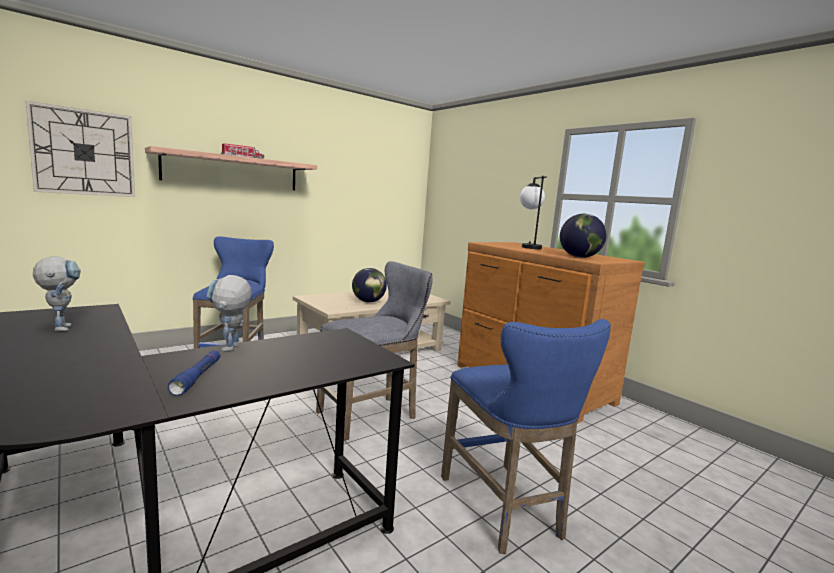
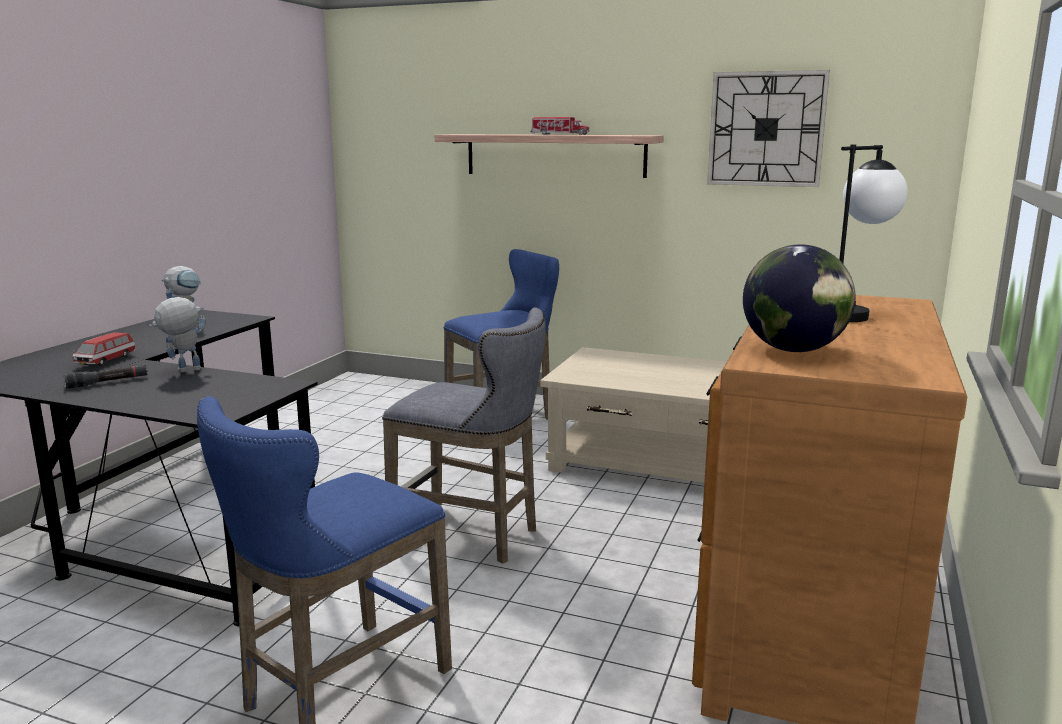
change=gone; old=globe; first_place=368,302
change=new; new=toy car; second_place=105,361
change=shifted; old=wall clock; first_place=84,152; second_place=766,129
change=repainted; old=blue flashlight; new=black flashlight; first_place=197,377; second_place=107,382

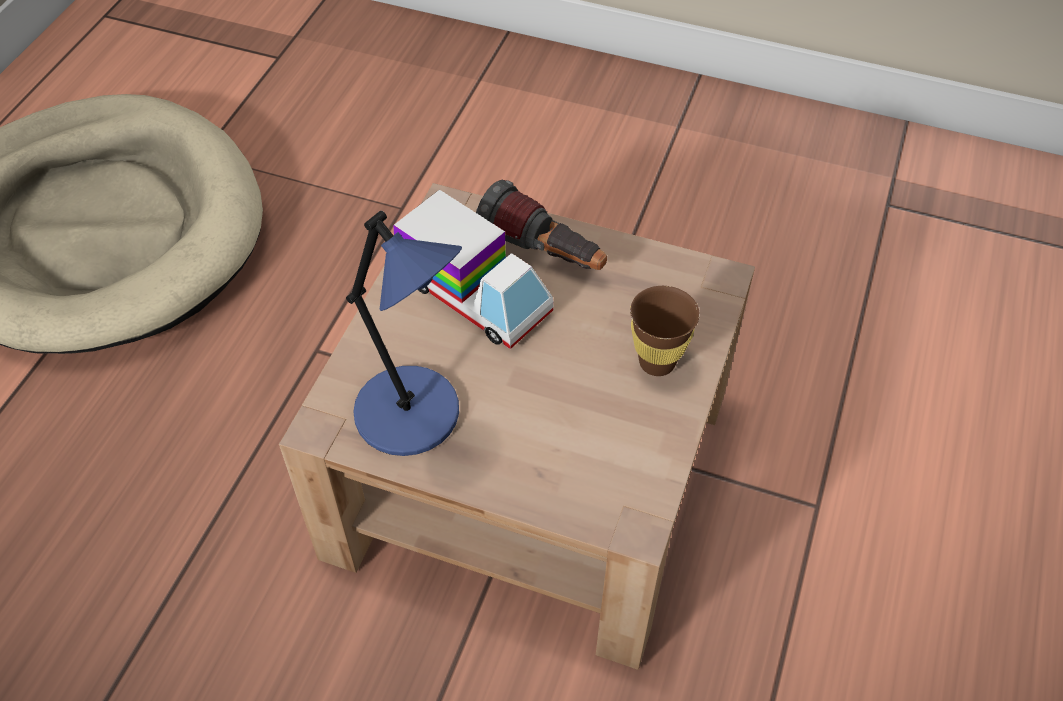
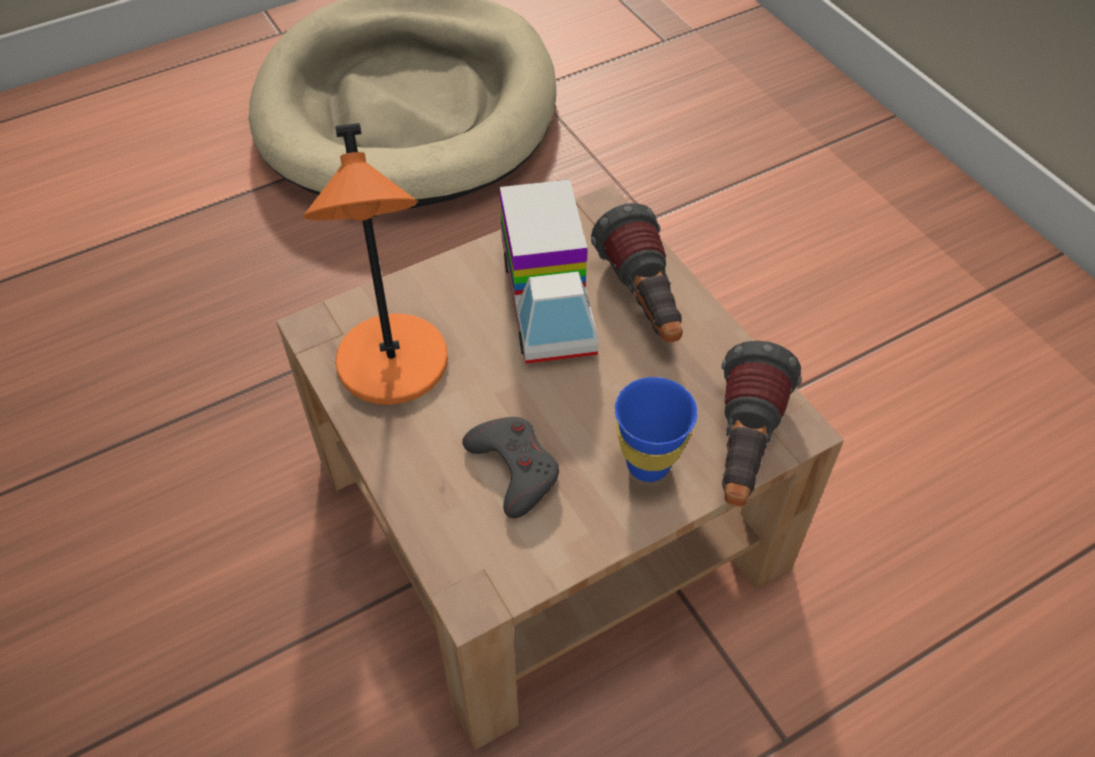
change=new; new=grey game controller; second_place=514,468
change=new; new=flashlight; second_place=743,449
change=repainted; old=blue table lamp; new=orange table lamp; first_place=412,415; second_place=393,366
change=repainted; old=brown cup; new=blue cup; first_place=657,362; second_place=648,465

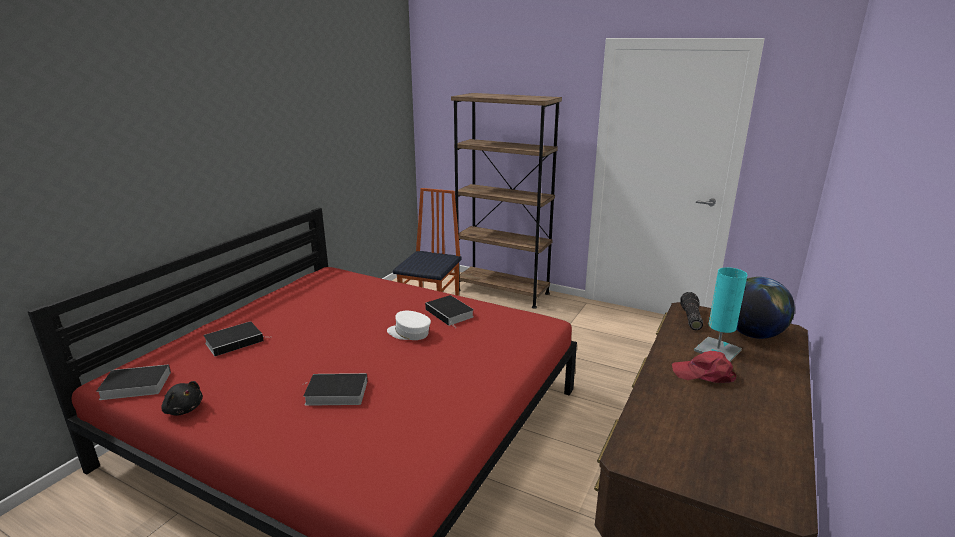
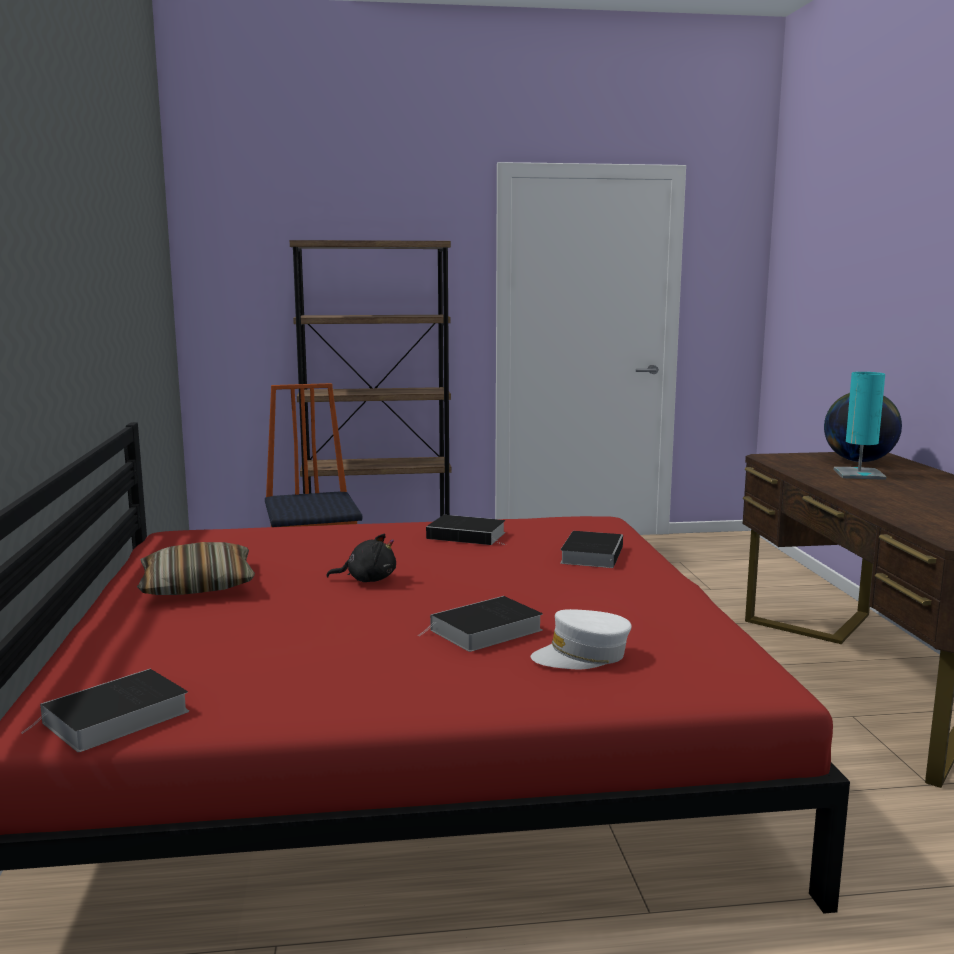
change=gone; old=red cap; first_place=704,374
change=gone; old=flashlight; first_place=690,318
change=new; new=pillow; second_place=197,585
change=shifted; old=black plush toy; first_place=183,409; second_place=367,580
change=shifted; old=book; first_place=236,341; second_place=592,554
change=shifted; old=white cap; first_place=409,333; second_place=582,656

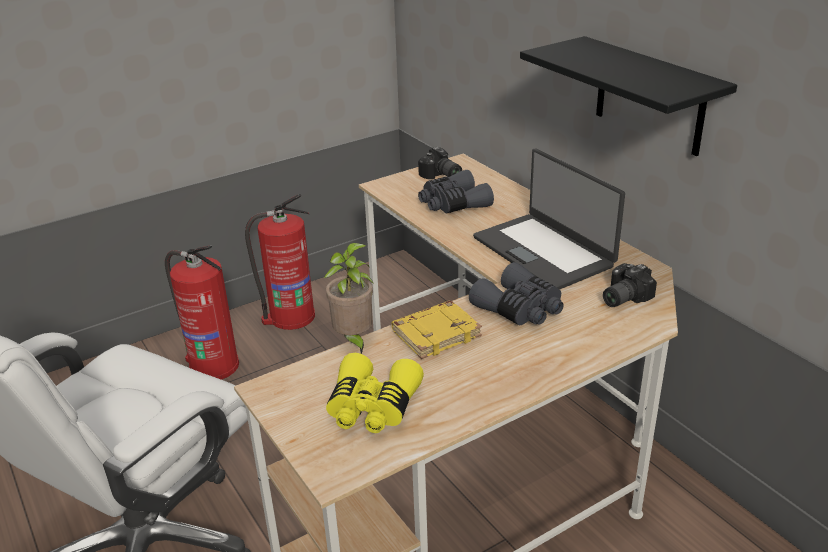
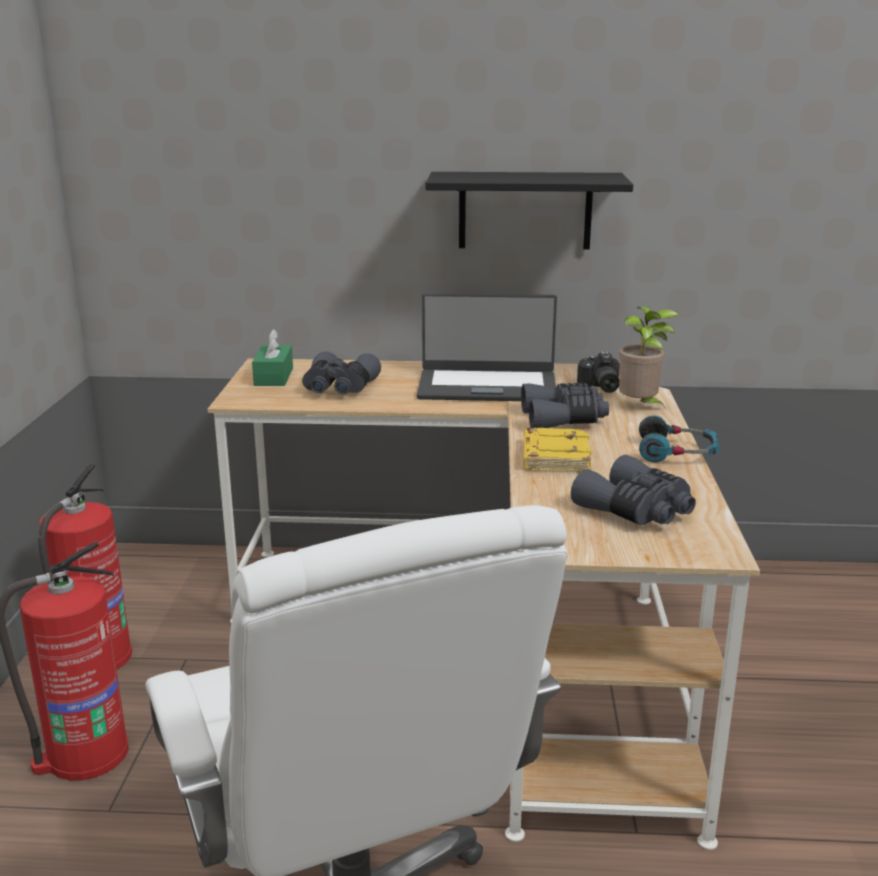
change=new; new=headphones; second_place=677,453
change=shifted; old=potted plant; first_place=353,340; second_place=640,407
change=swapped; old=photo camera; new=green tissue box; first_place=441,176; second_place=273,377
change=repainted; old=yellow binoculars; new=grey binoculars; first_place=372,407; second_place=637,510

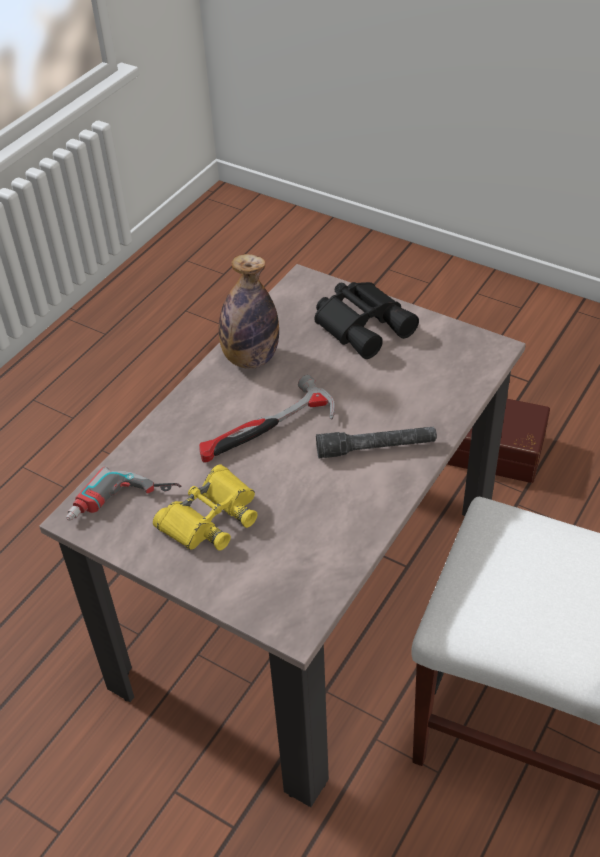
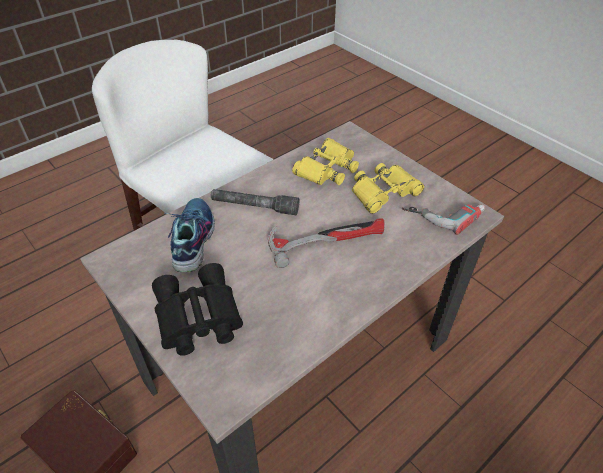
change=gone; old=bottle; first_place=250,359
change=new; new=shoe; second_place=192,239
change=new; new=yellow binoculars; second_place=327,168

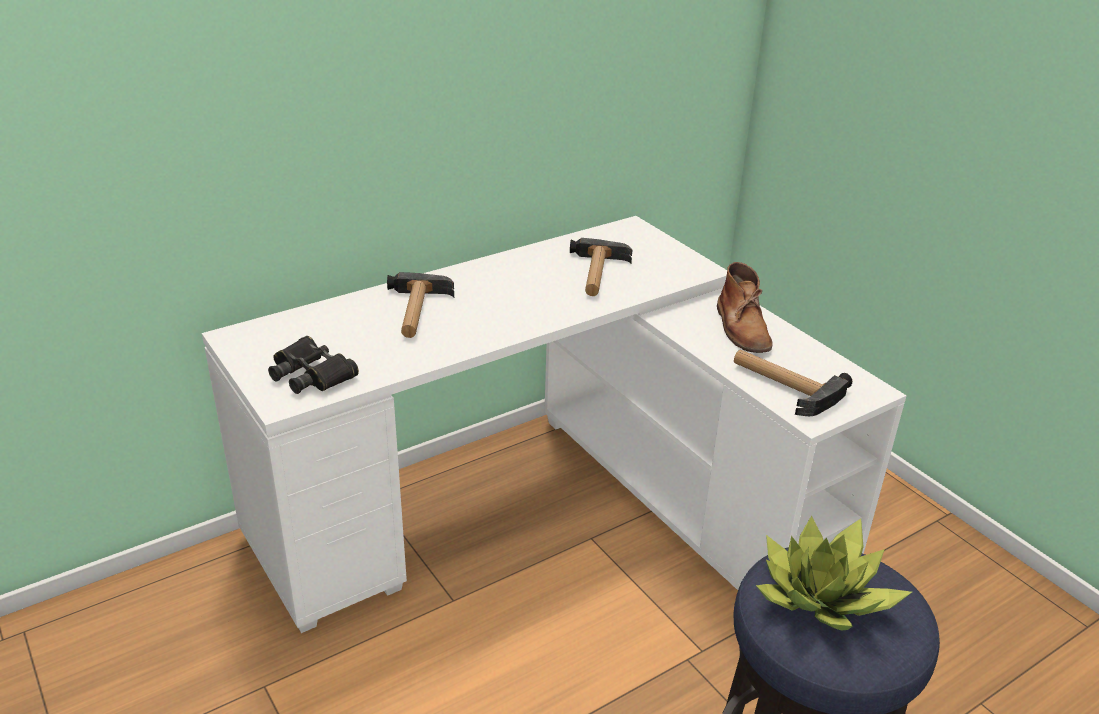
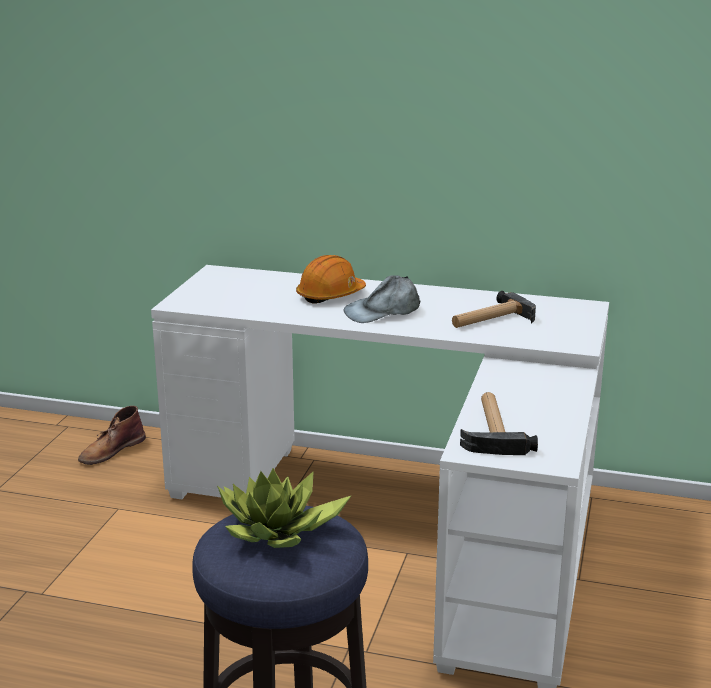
change=gone; old=black binoculars; first_place=311,374
change=new; new=grey cap; second_place=382,311
change=shifted; old=brown boot; first_place=742,328; second_place=111,450
change=swapped; old=hammer; new=orange hard hat; first_place=417,312; second_place=330,295

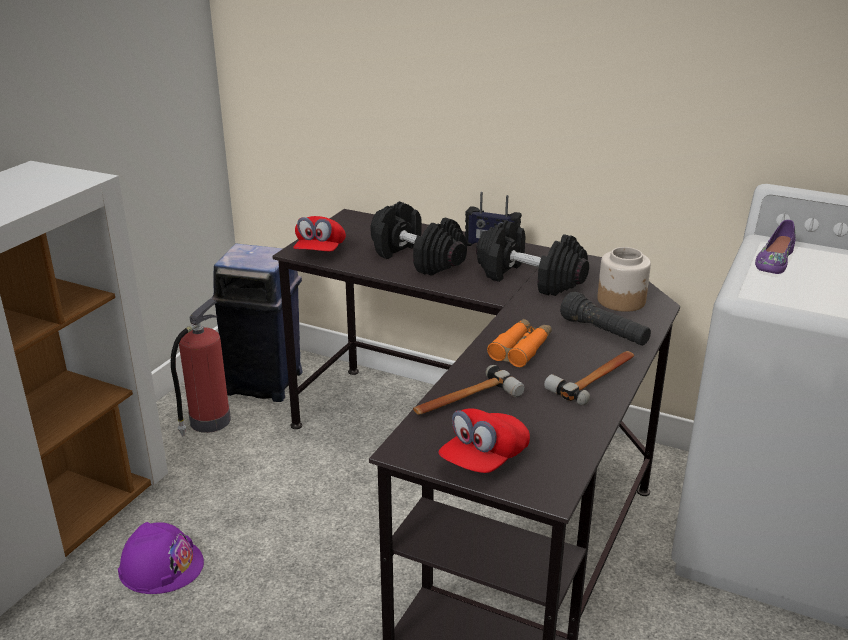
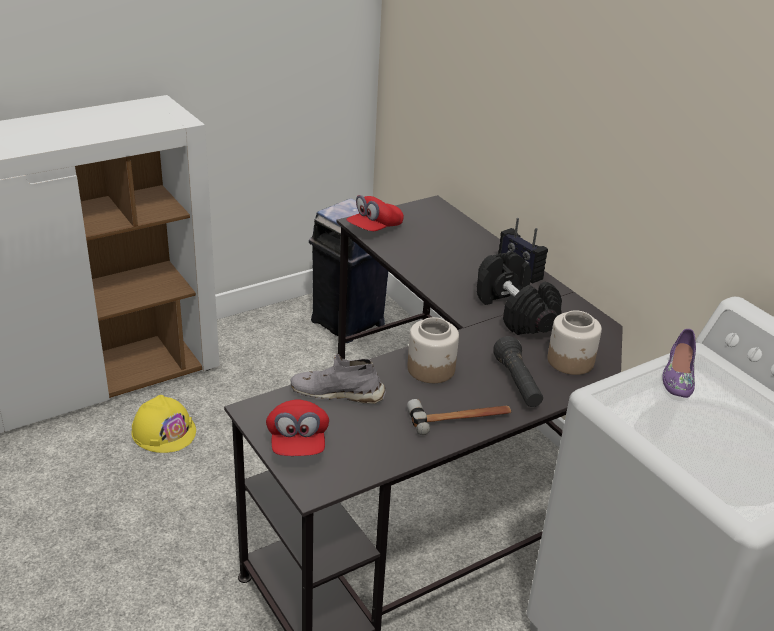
change=gone; old=fire extinguisher; first_place=208,422
change=gone; old=black dumbbell; first_place=417,259
change=swapped; old=hammer; new=grey shoe; first_place=465,401; second_place=337,393
change=swapped; old=orange binoculars; new=jar; first_place=521,349; second_place=431,369
change=repainted; old=purple hard hat; new=yellow hard hat; first_place=161,566; second_place=164,431
change=rotated; old=red cap; first_place=484,459; second_place=297,443; degrees=-75
change=rotated; old=purple shoe; first_place=773,261; second_place=678,375; degrees=-45

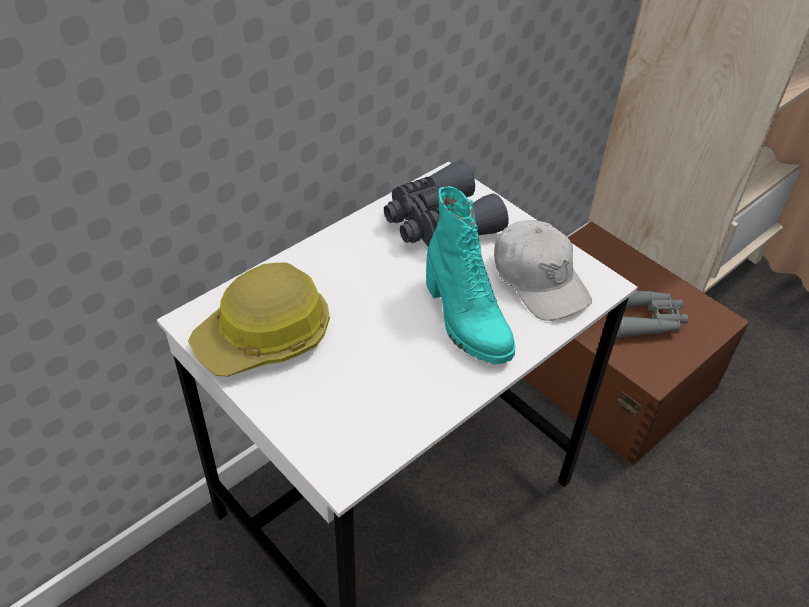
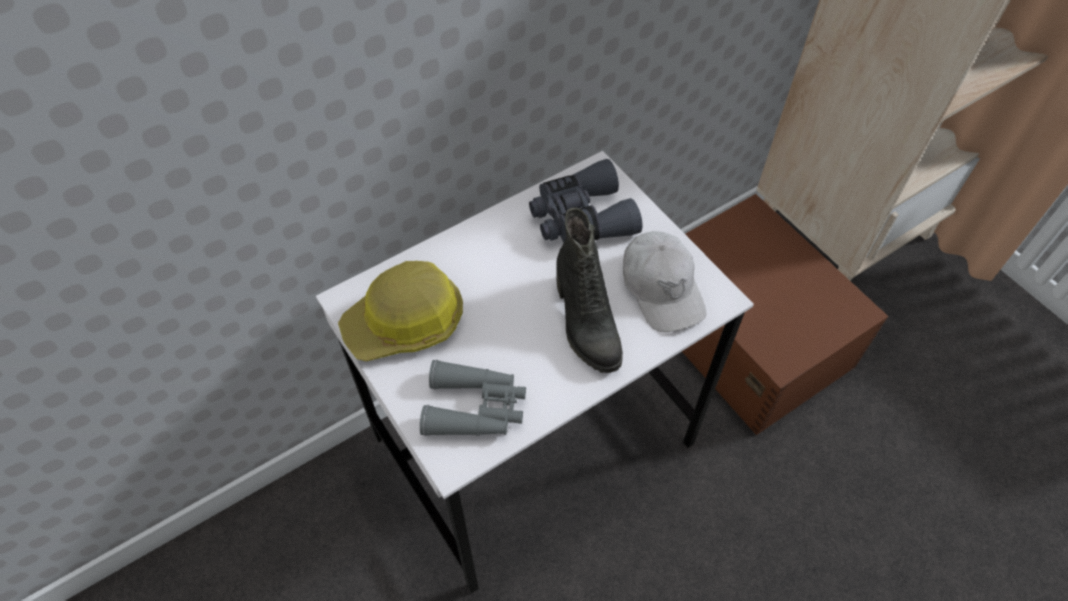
change=shifted; old=grey binoculars; first_place=645,320; second_place=476,408
change=repainted; old=turquoise boot; new=black boot; first_place=464,320; second_place=584,323

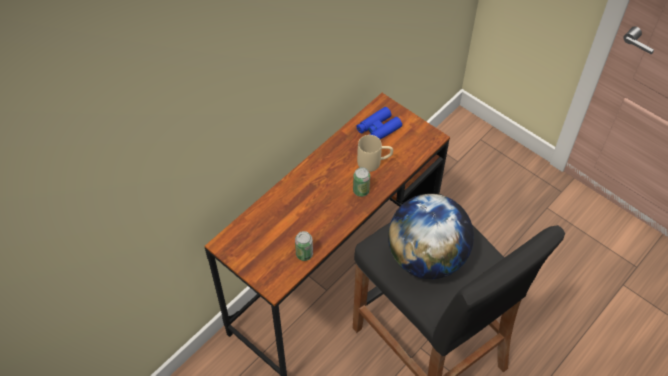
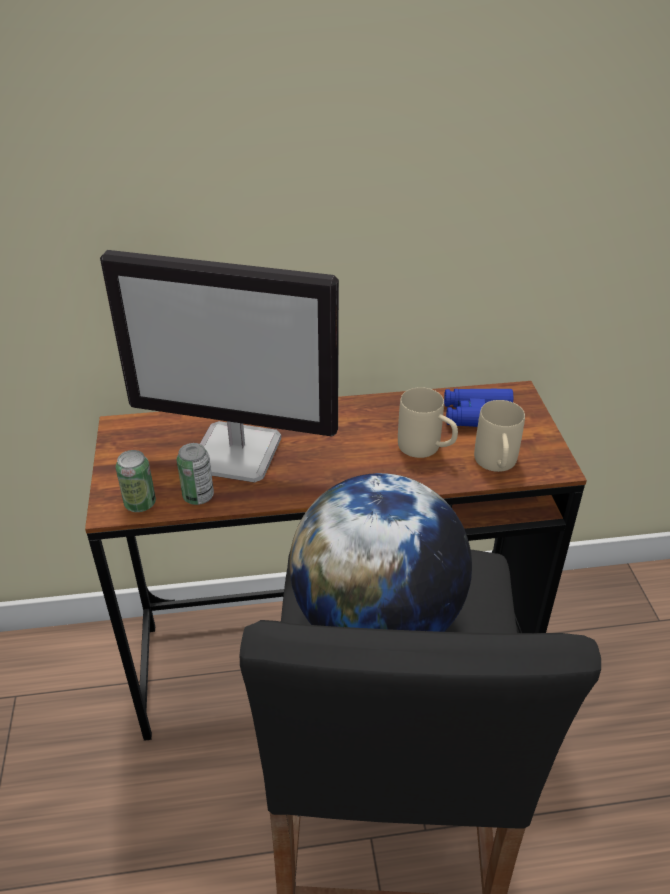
change=new; new=monitor; second_place=238,453
change=new; new=beige mug; second_place=496,465
change=shifted; old=can; first_place=361,191; second_place=140,503

